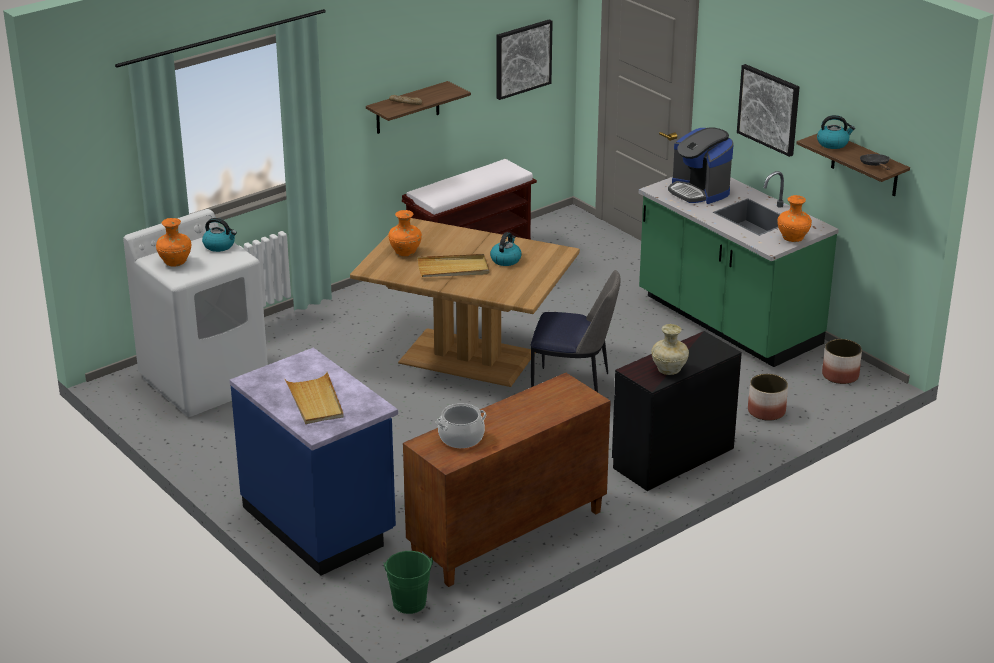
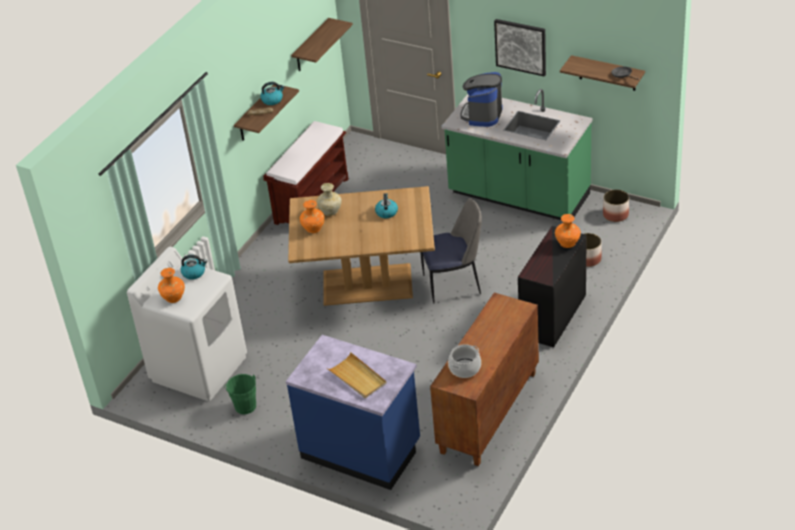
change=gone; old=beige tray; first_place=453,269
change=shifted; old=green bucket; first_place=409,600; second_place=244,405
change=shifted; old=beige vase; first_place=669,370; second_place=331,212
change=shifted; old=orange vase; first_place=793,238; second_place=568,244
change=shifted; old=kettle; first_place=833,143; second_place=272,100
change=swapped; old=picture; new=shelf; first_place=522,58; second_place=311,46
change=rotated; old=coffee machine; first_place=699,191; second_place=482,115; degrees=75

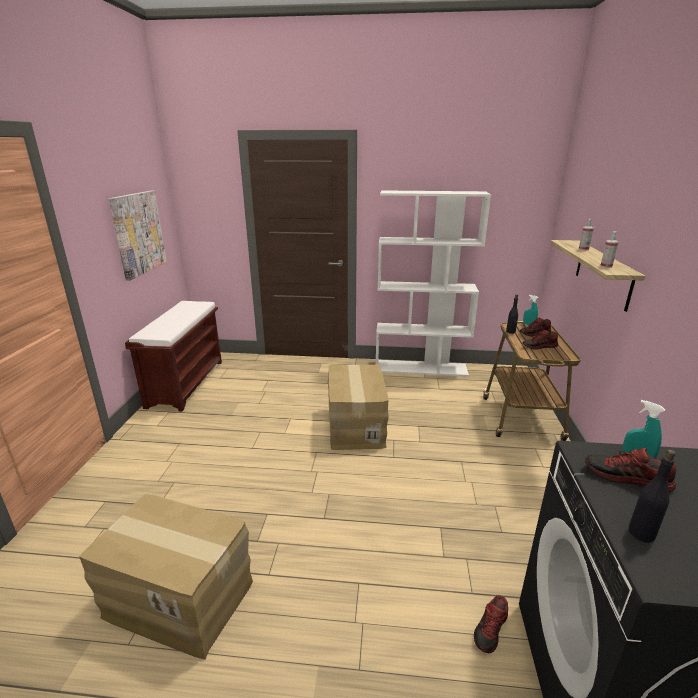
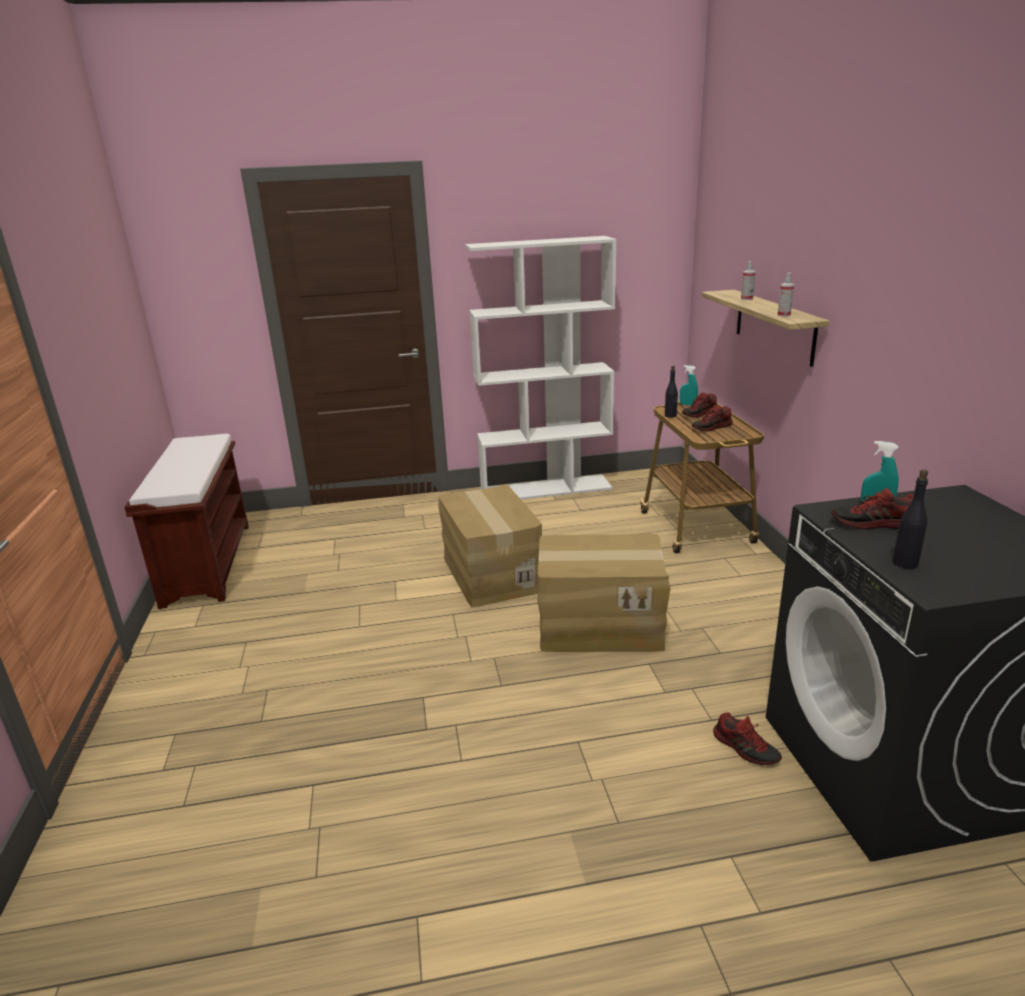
change=gone; old=picture; first_place=138,233
change=shifted; old=cardboard box; first_place=180,597; second_place=600,625
change=rotated; old=shoe; first_place=491,630; second_place=746,748; degrees=-60

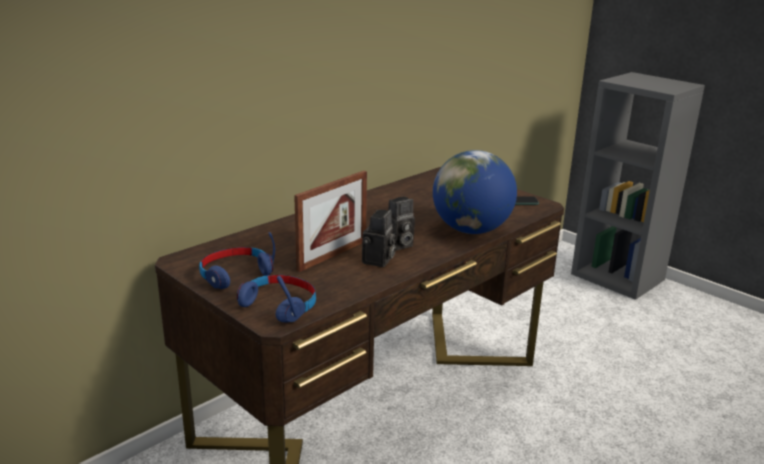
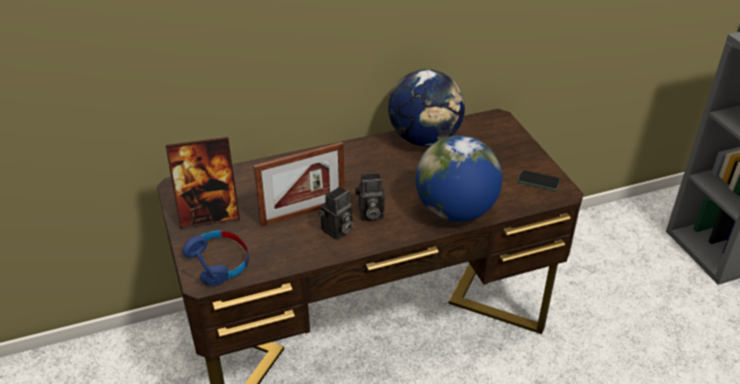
change=new; new=globe; second_place=425,139
change=swapped; old=blue headphones; new=picture frame; first_place=235,274; second_place=209,215

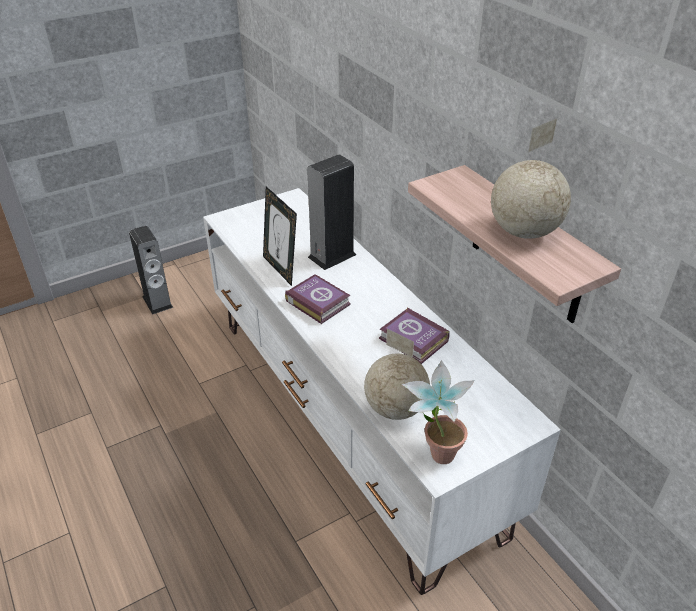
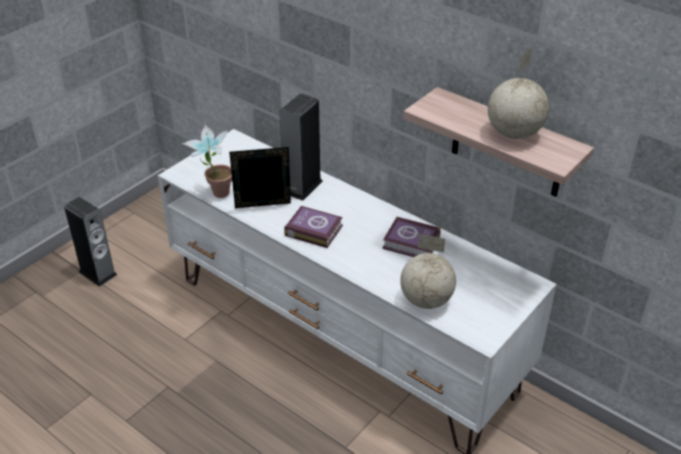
change=shifted; old=potted plant; first_place=433,455; second_place=215,194
change=rotated; old=picture frame; first_place=281,269; second_place=263,208; degrees=135

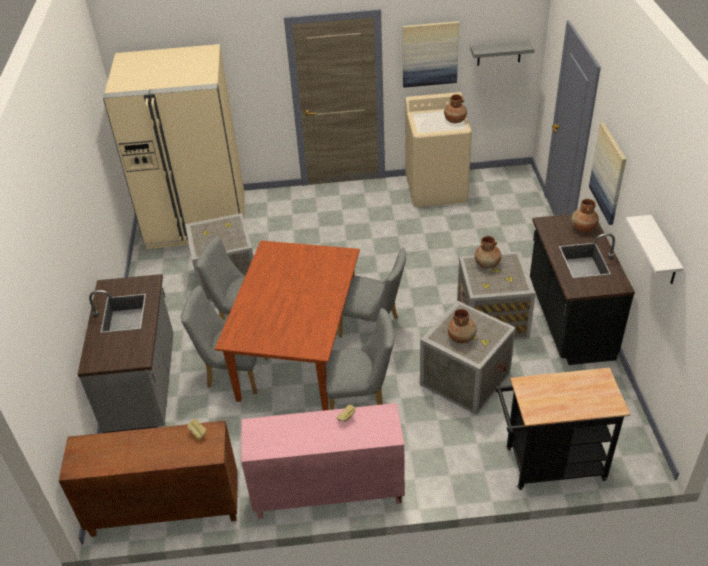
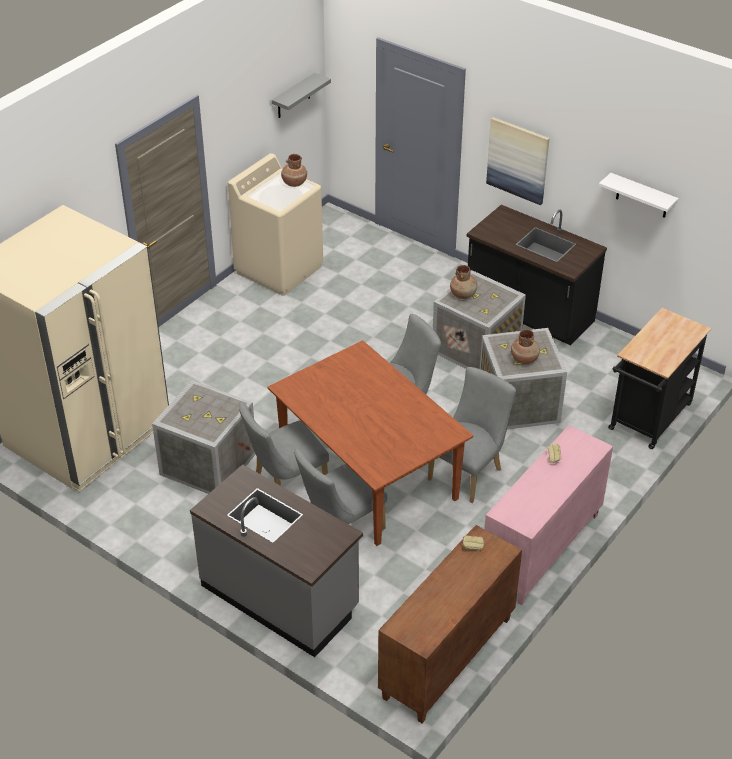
change=gone; old=picture; first_place=430,54
change=gone; old=brown vase; first_place=583,228

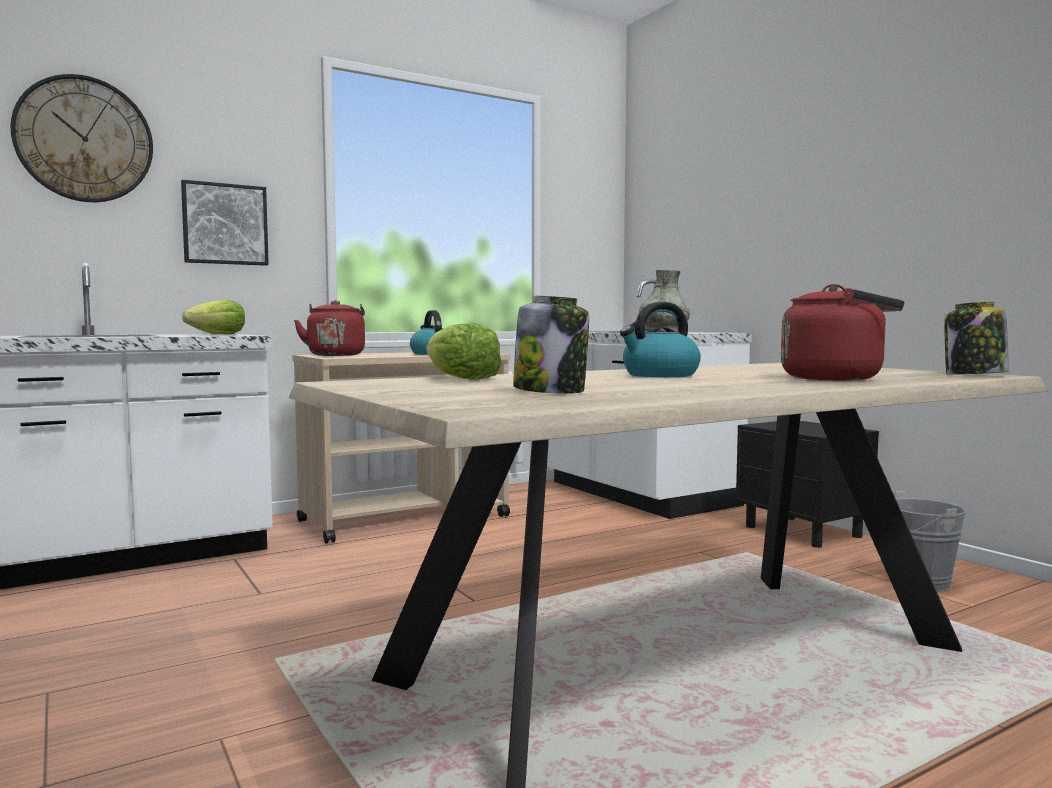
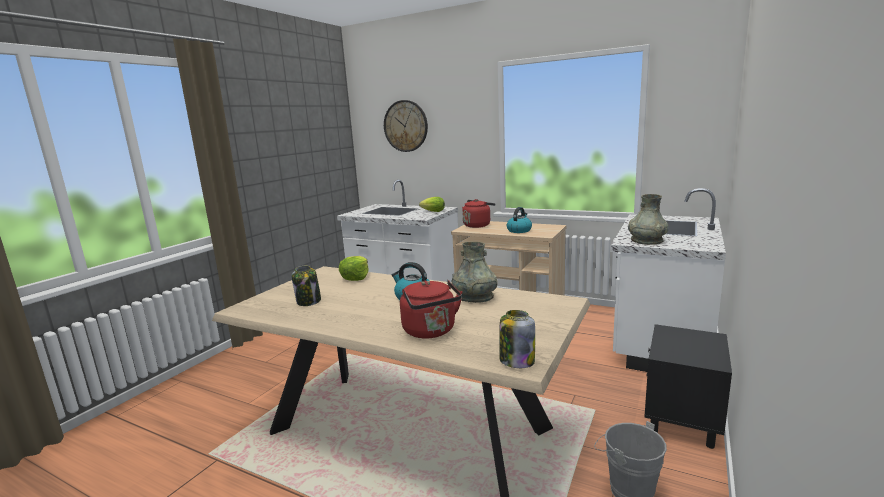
change=gone; old=picture; first_place=225,224
change=new; new=grey vase; second_place=475,297

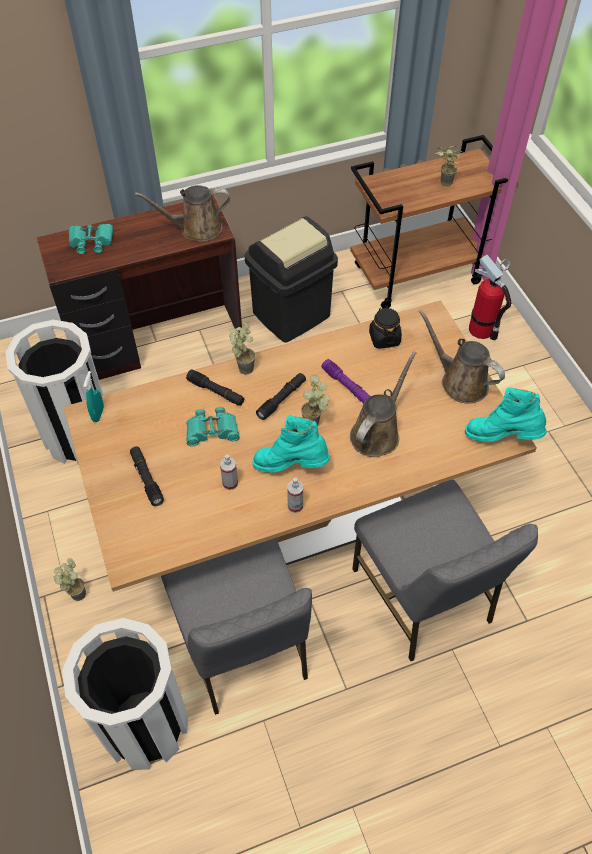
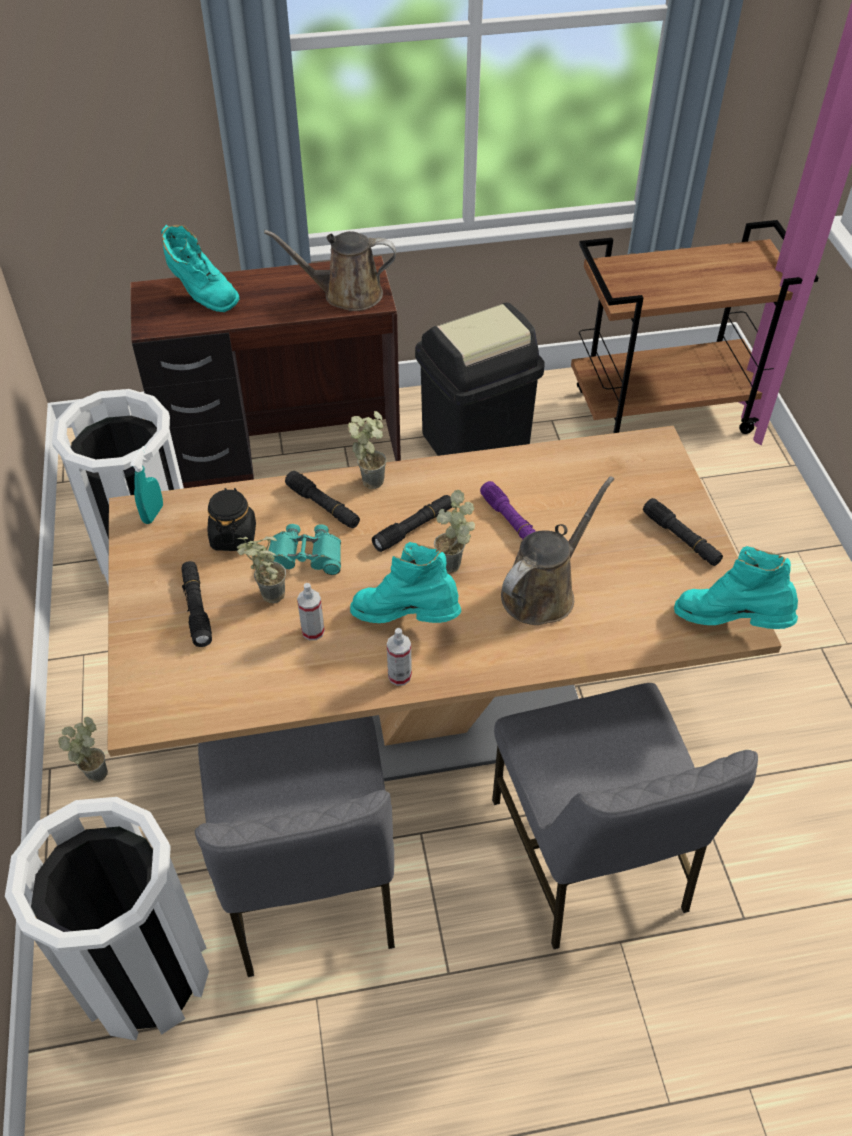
change=gone; old=fire extinguisher; first_place=481,329
change=shifted; old=black jar; first_place=384,338; second_place=233,536
change=shifted; old=potted plant; first_place=442,183; second_place=266,596
change=swapped; old=turquoise binoculars; new=turquoise boot; first_place=91,242; second_place=201,295
change=swapped; old=brown watering can; new=black flashlight; first_place=460,382; second_place=681,538

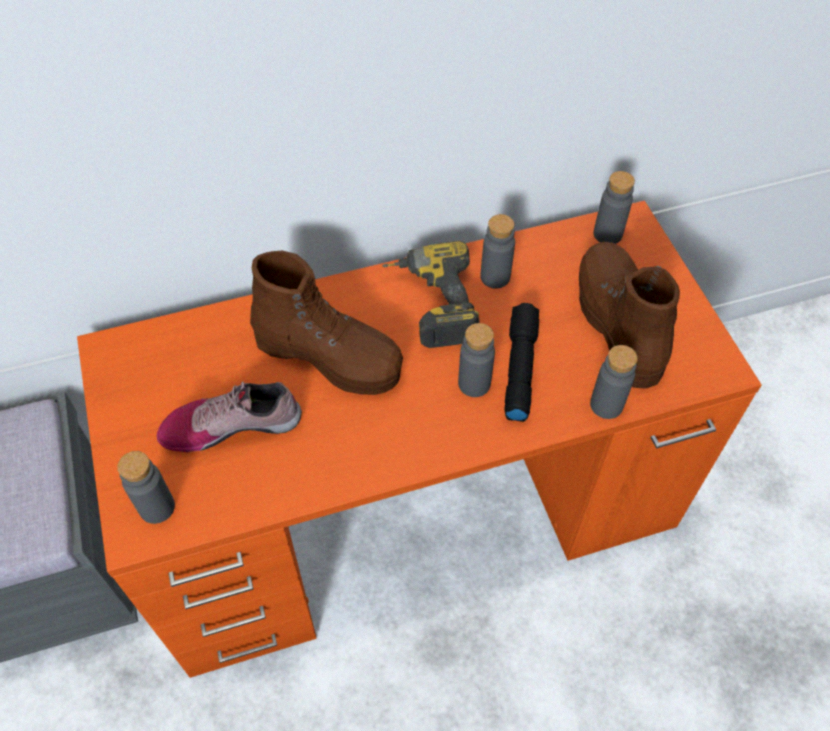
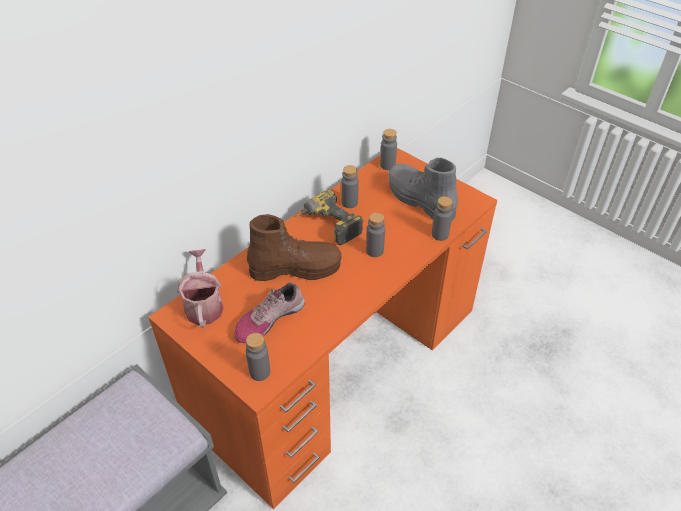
change=gone; old=black flashlight; first_place=518,367
change=new; new=watering can; second_place=204,305
change=repainted; old=brown boot; new=grey boot; first_place=617,324; second_place=419,200

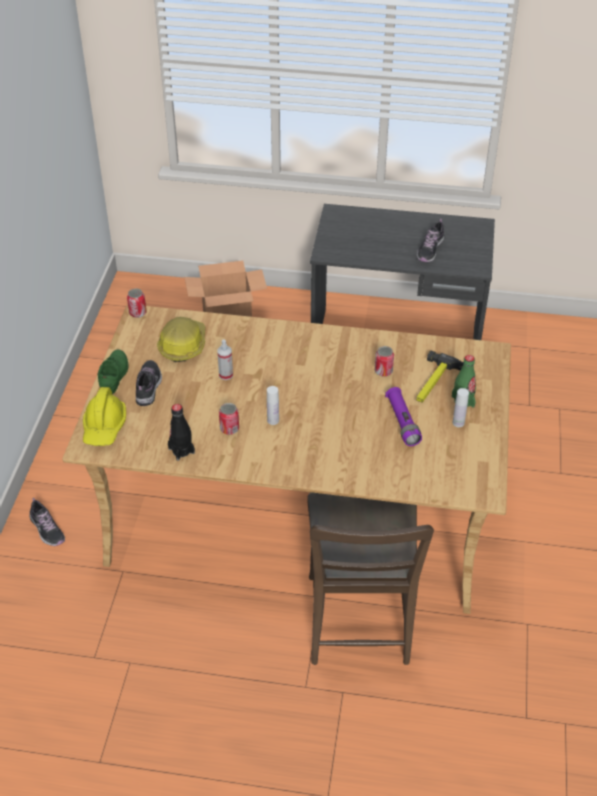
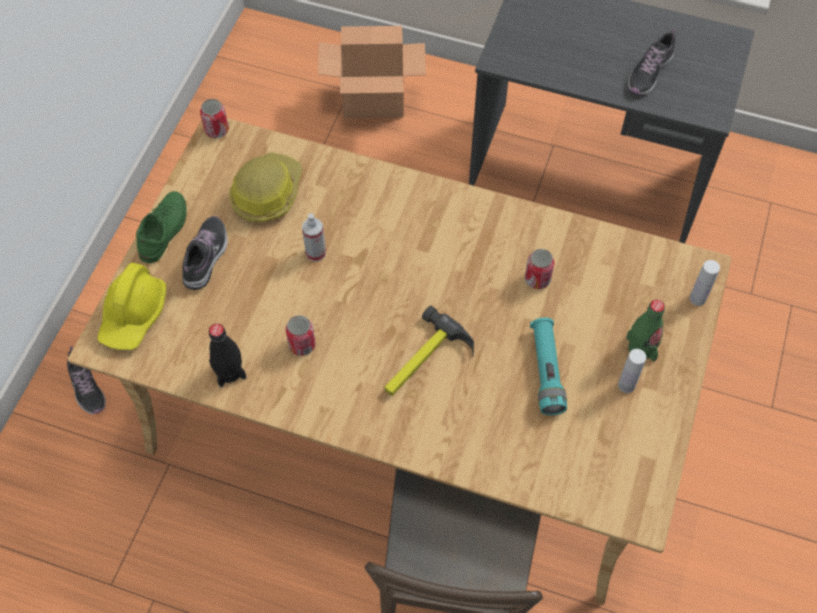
change=shifted; old=white bottle; first_place=273,420; second_place=697,298
change=shifted; old=hammer; first_place=436,383; second_place=425,362
change=repainted; old=purple flashlight; new=turquoise flashlight; first_place=402,422; second_place=546,371

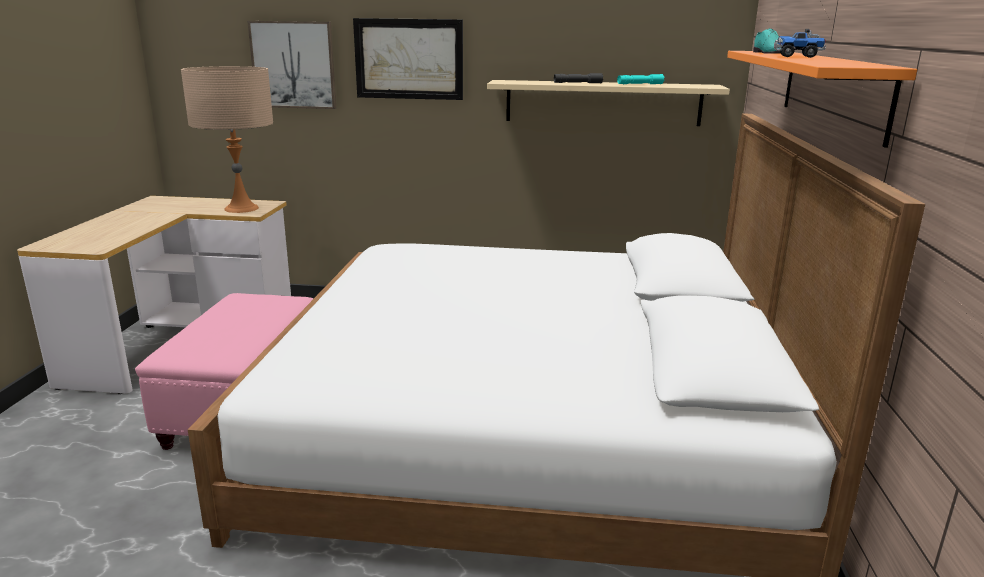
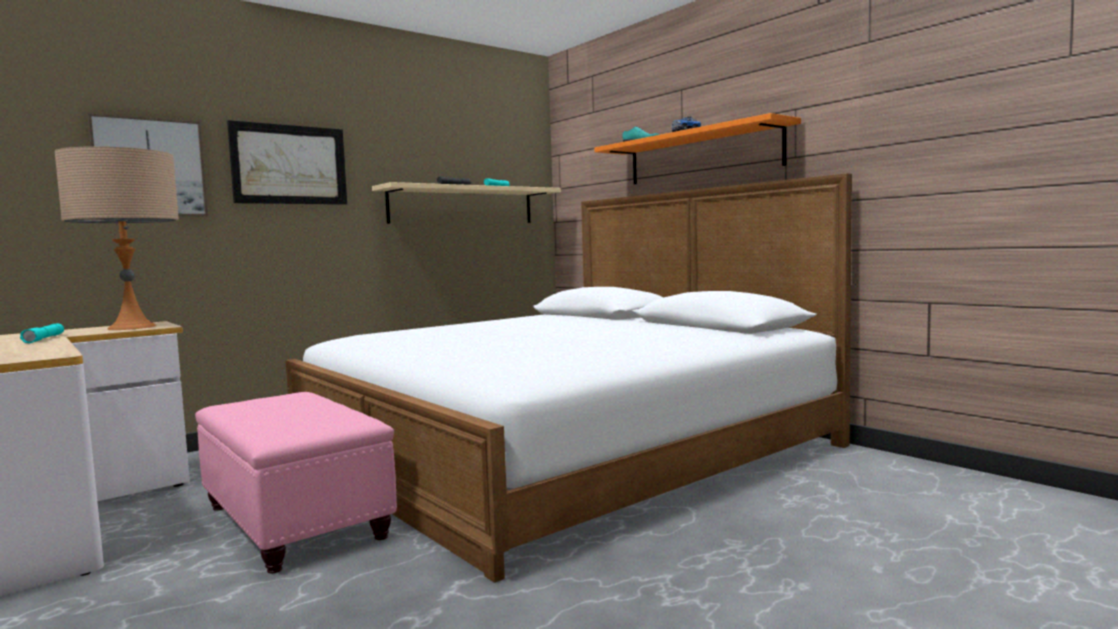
change=new; new=turquoise flashlight; second_place=44,339

